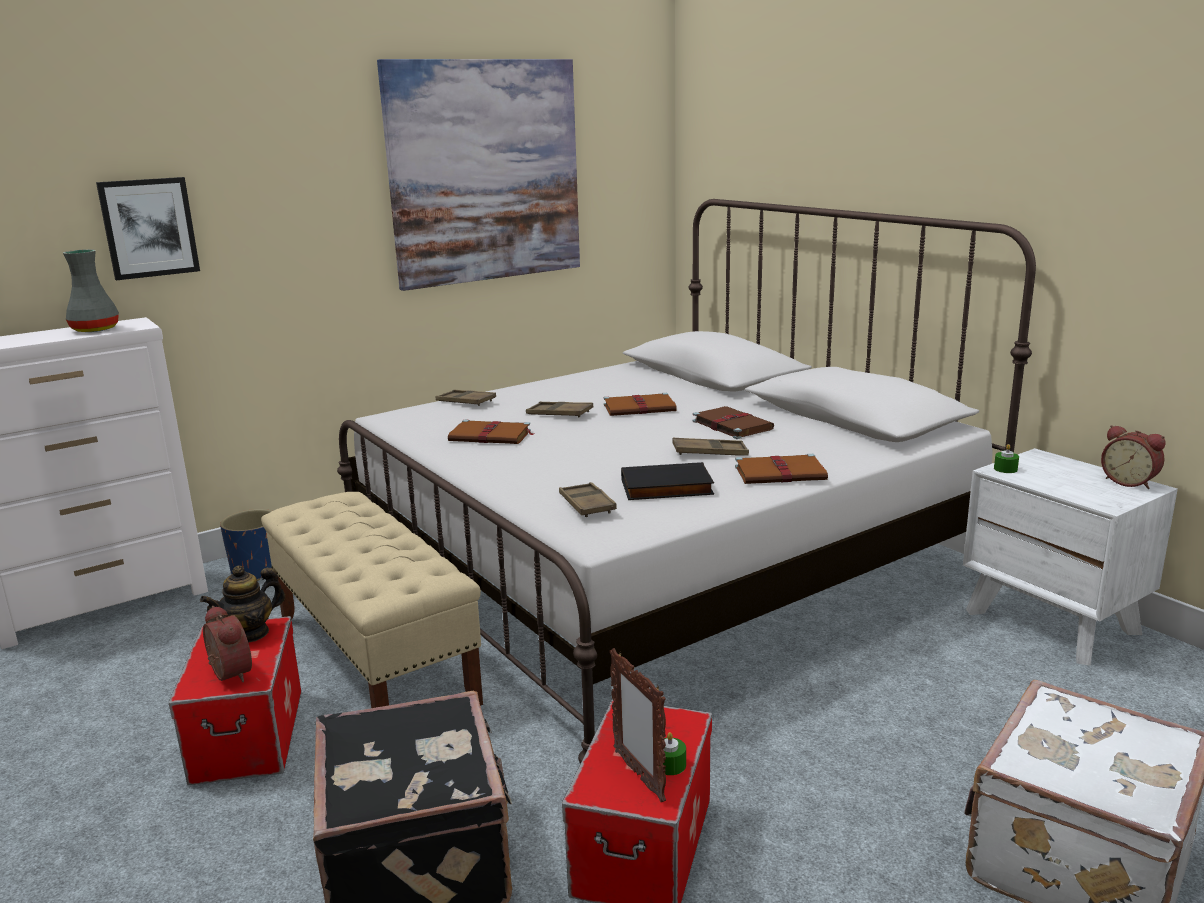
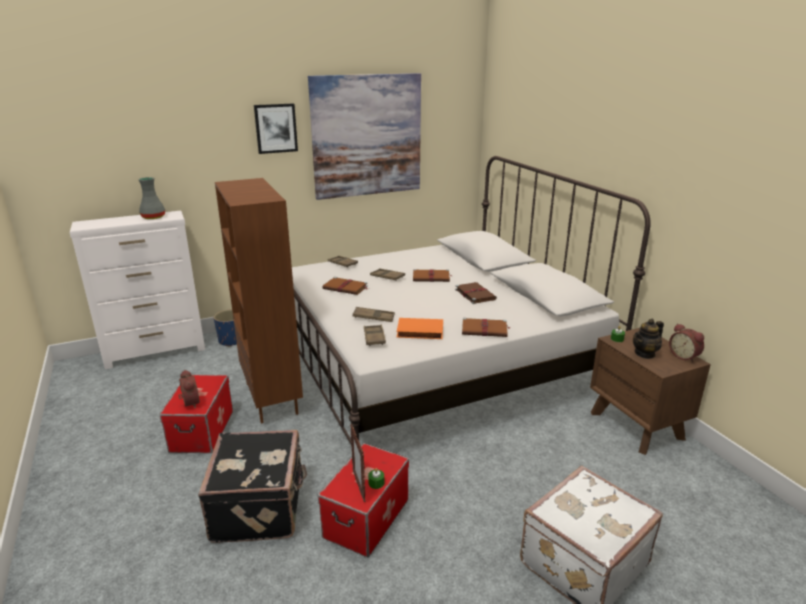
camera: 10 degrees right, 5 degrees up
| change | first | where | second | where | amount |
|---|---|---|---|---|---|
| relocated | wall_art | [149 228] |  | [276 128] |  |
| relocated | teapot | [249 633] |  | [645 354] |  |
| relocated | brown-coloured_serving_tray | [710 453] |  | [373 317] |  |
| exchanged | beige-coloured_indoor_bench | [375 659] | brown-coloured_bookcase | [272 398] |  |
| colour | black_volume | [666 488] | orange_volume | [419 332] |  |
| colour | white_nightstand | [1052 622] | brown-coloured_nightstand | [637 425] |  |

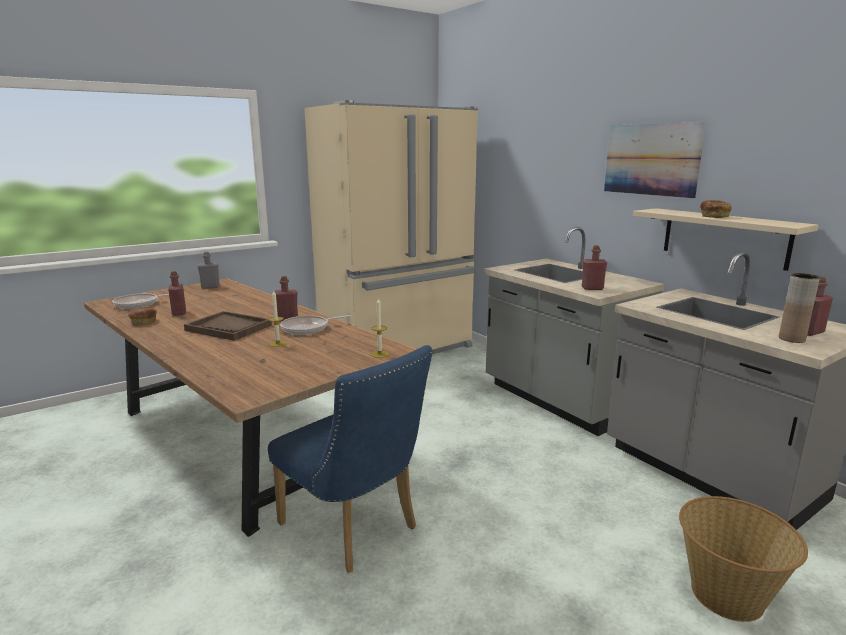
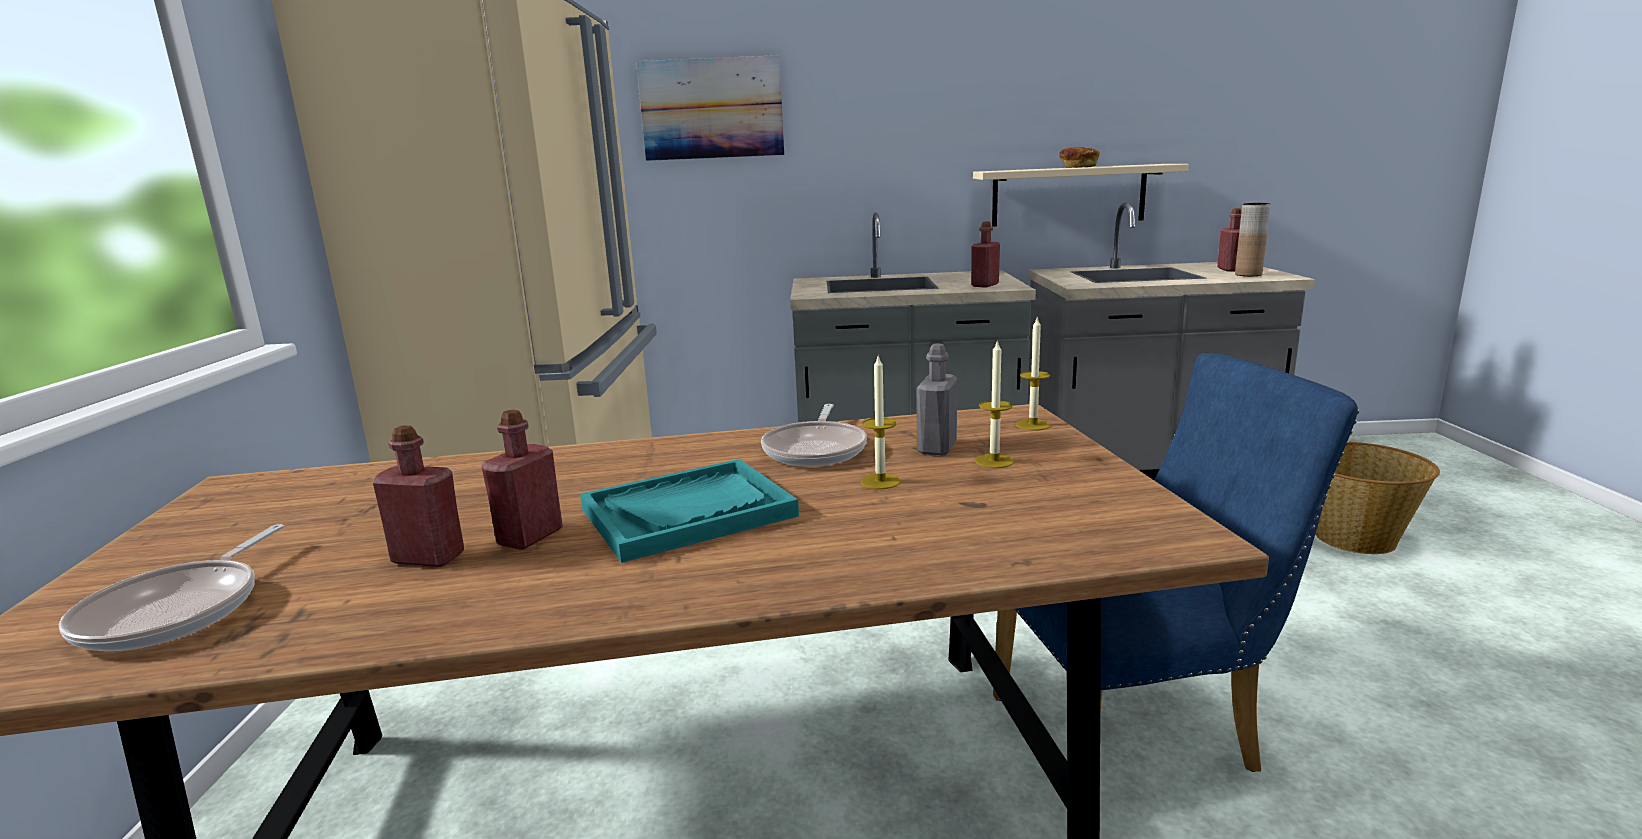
camera: 55 degrees left, 0 degrees up
| change | first | where | second | where | amount |
|---|---|---|---|---|---|
| missing | baked_bread | [143 321] |  |  |  |
| appeared |  |  | wax_light | [994 461] |  |
| relocated | greyish_drink_bottle | [210 287] |  | [937 447] |  |
| relocated | reddish_drink_bottle | [287 319] |  | [530 537] |  |
| relocated | wall_art | [651 159] |  | [711 109] |  |
| colour | brown-coloured_serving_tray | [229 328] | turquoise_serving_tray | [688 512] |  |

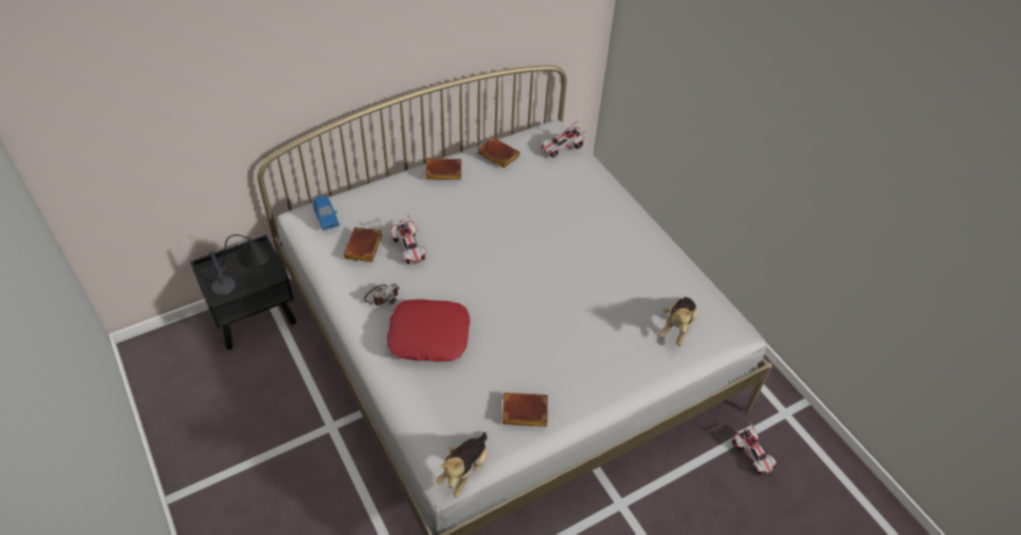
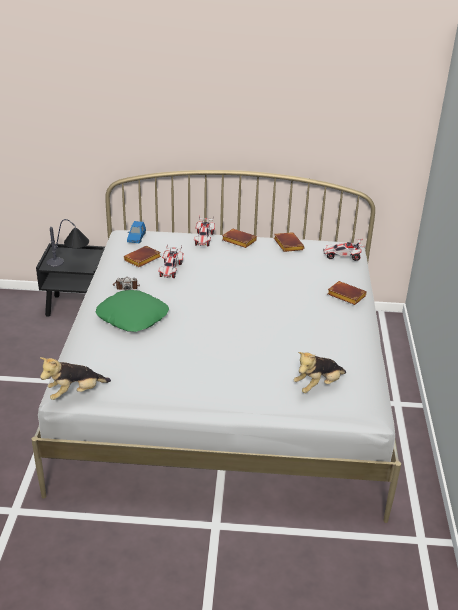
camera: 35 degrees right, 15 degrees down
| change | first | where | second | where | amount |
|---|---|---|---|---|---|
| relocated | brown-coloured_volume | [523 413] |  | [345 296] |  |
| relocated | model_car | [752 455] |  | [204 239] |  |
| colour | reddish_pillow | [429 335] | greenish_pillow | [133 317] |  |

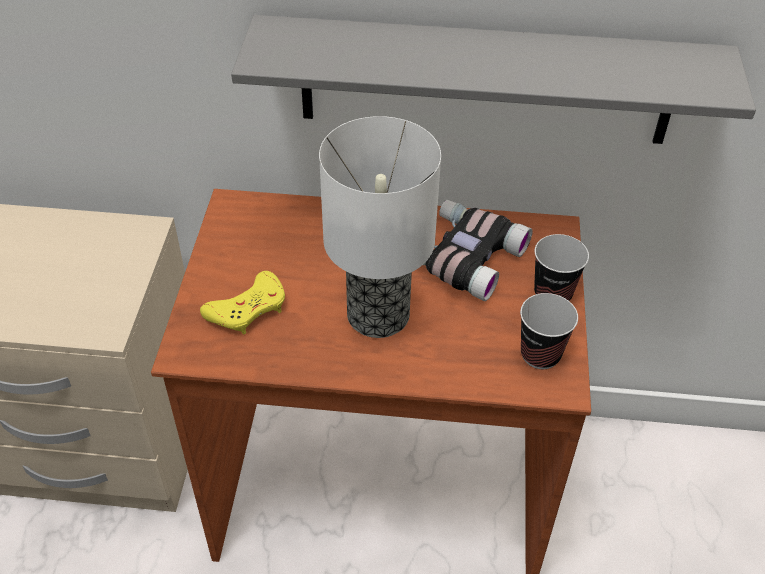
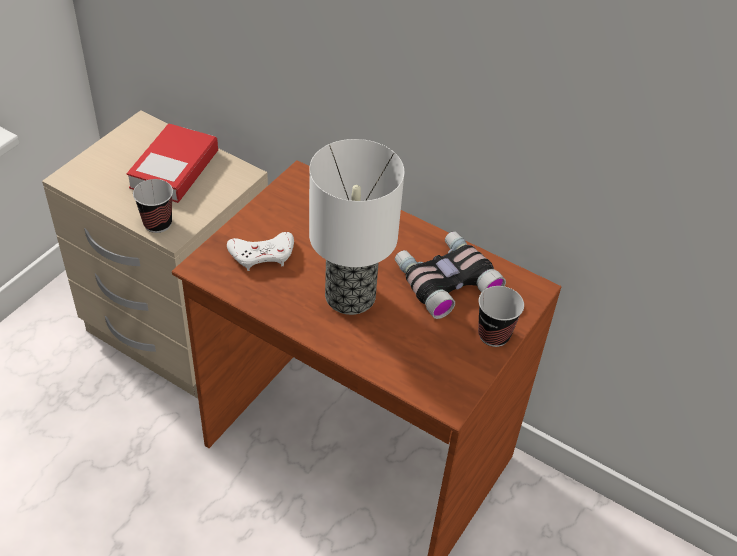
camera: 25 degrees right, 0 degrees up
| change | first | where | second | where | amount |
|---|---|---|---|---|---|
| missing | greyish_bracket_shelf | [486 81] |  |  |  |
| appeared |  |  | volume | [174 169] |  |
| relocated | drinking_cup | [540 354] |  | [157 223] |  |
| colour | yellowish_game_controller | [248 309] | white_game_controller | [262 255] |  |

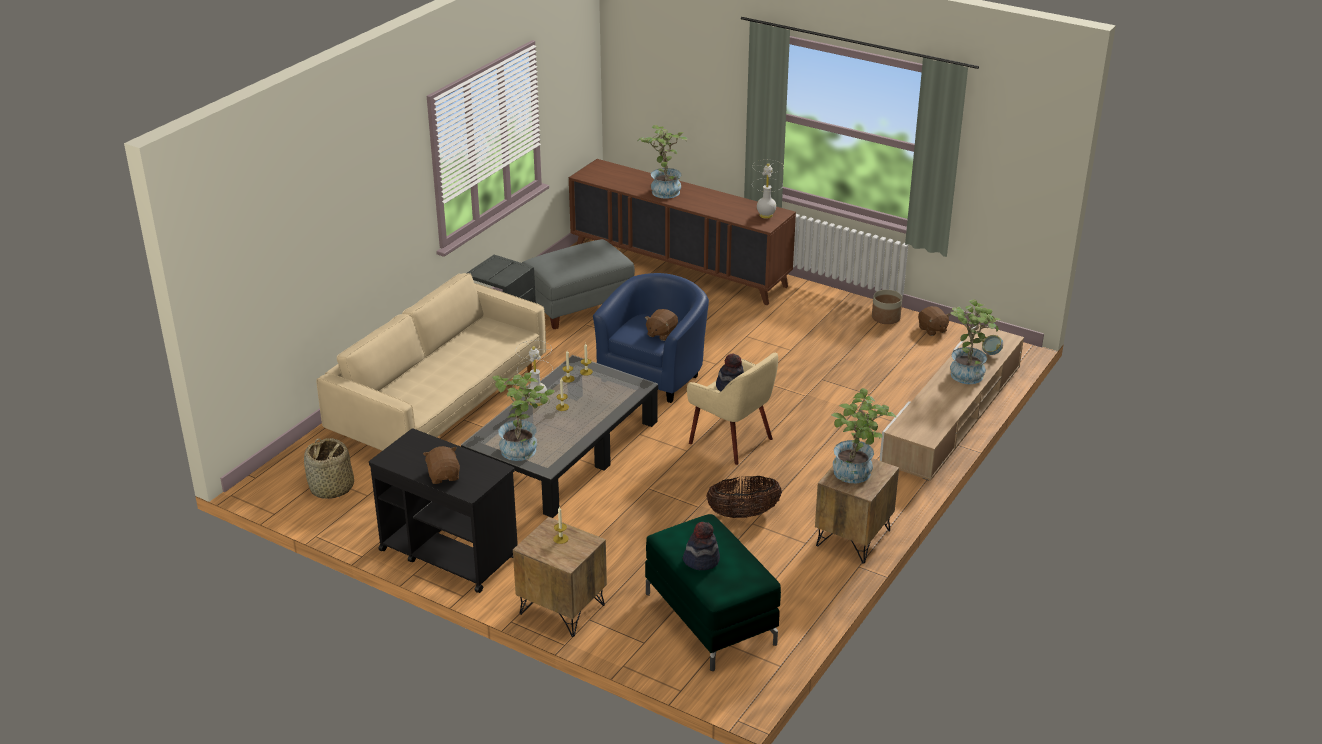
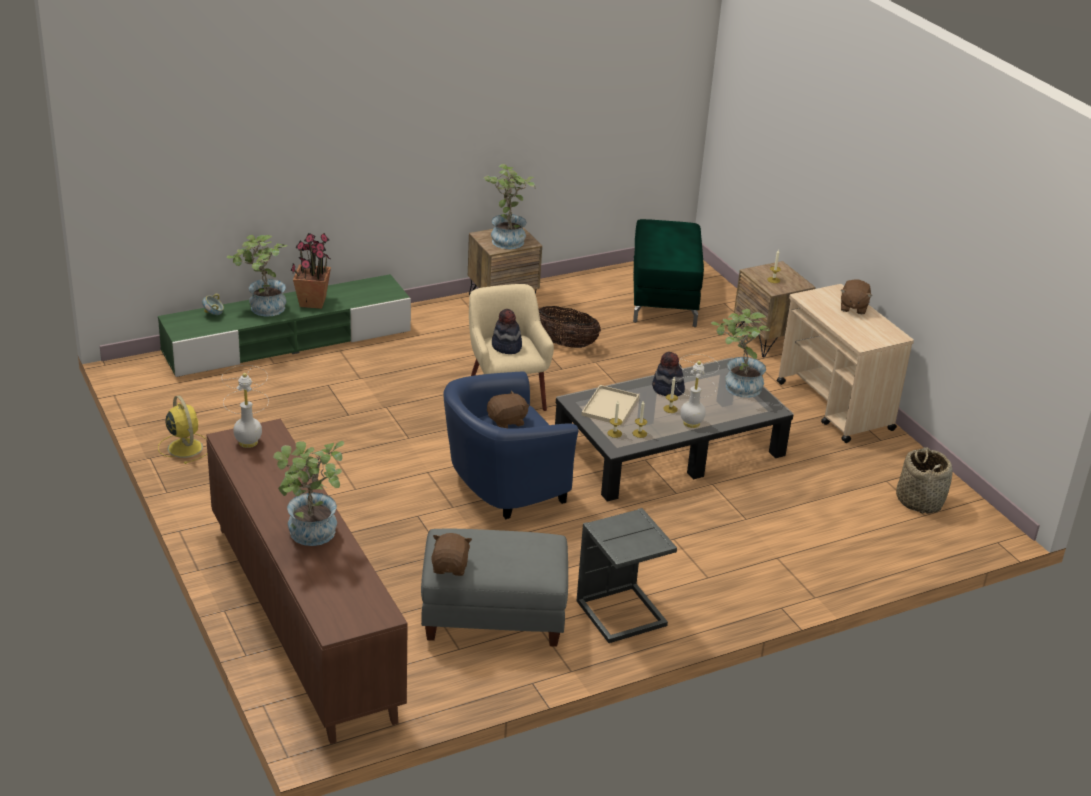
camera: 150 degrees left, 0 degrees up
| change | first | where | second | where | amount |
|---|---|---|---|---|---|
| missing | beige-coloured_couch | [441 404] |  |  |  |
| appeared |  |  | potted_plant | [312 302] |  |
| appeared |  |  | beige-coloured_serving_tray | [610 405] |  |
| relocated | hat | [701 560] |  | [667 389] |  |
| relocated | brown-coloured_cuddly_toy | [932 329] |  | [450 567] |  |
| exchanged | flower_pot | [886 318] | yellowish_cooling_fan | [184 447] |  |
| colour | black_wheeled_cart | [448 553] | beige-coloured_wheeled_cart | [835 407] |  |
| colour | beige-coloured_tv_stand | [952 415] | greenish_tv_stand | [288 342] |  |

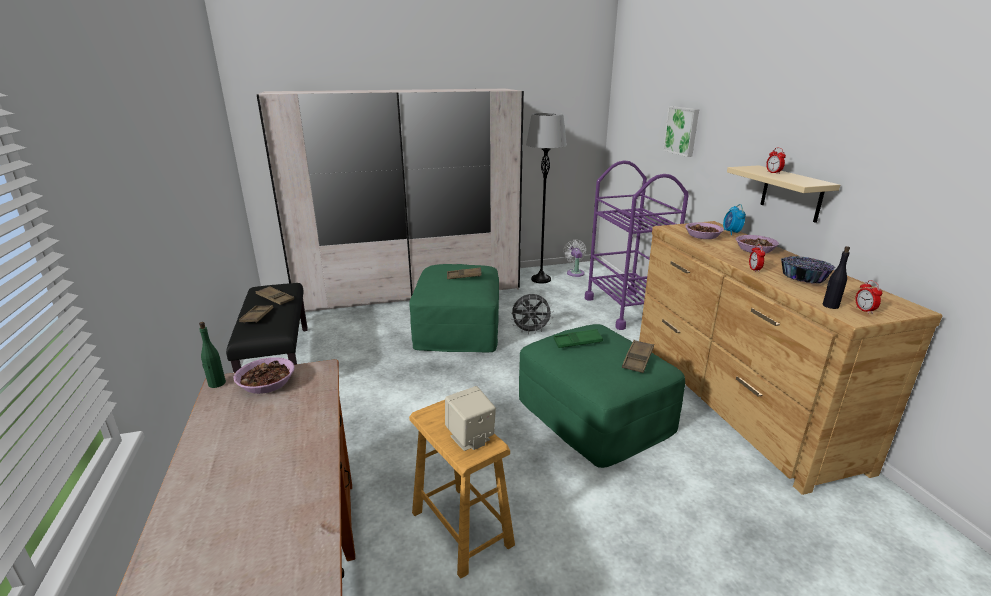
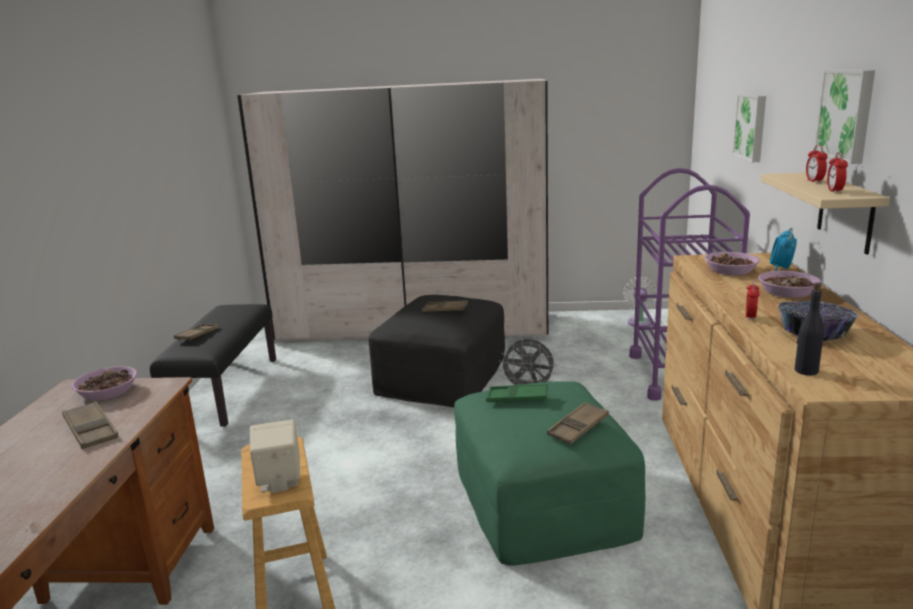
camera: 20 degrees right, 5 degrees down
| change | first | where | second | where | amount |
|---|---|---|---|---|---|
| missing | greenish_drink_bottle | [216 384] |  |  |  |
| missing | greyish_floor_lamp | [541 279] |  |  |  |
| appeared |  |  | wall_art | [847 114] |  |
| relocated | brown-coloured_serving_tray | [275 298] |  | [91 430] |  |
| relocated | bedside_clock | [864 310] |  | [834 191] |  |
| colour | greenish_pouffe | [458 327] | black_pouffe | [441 375] |  |

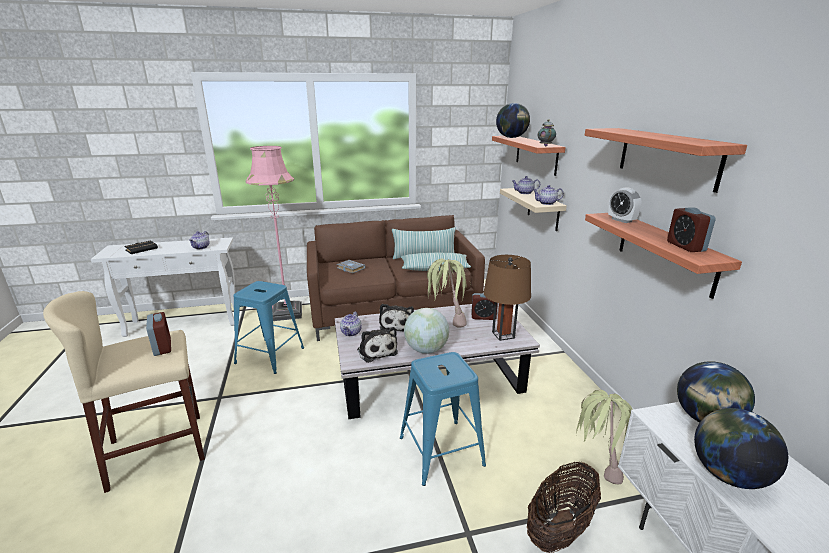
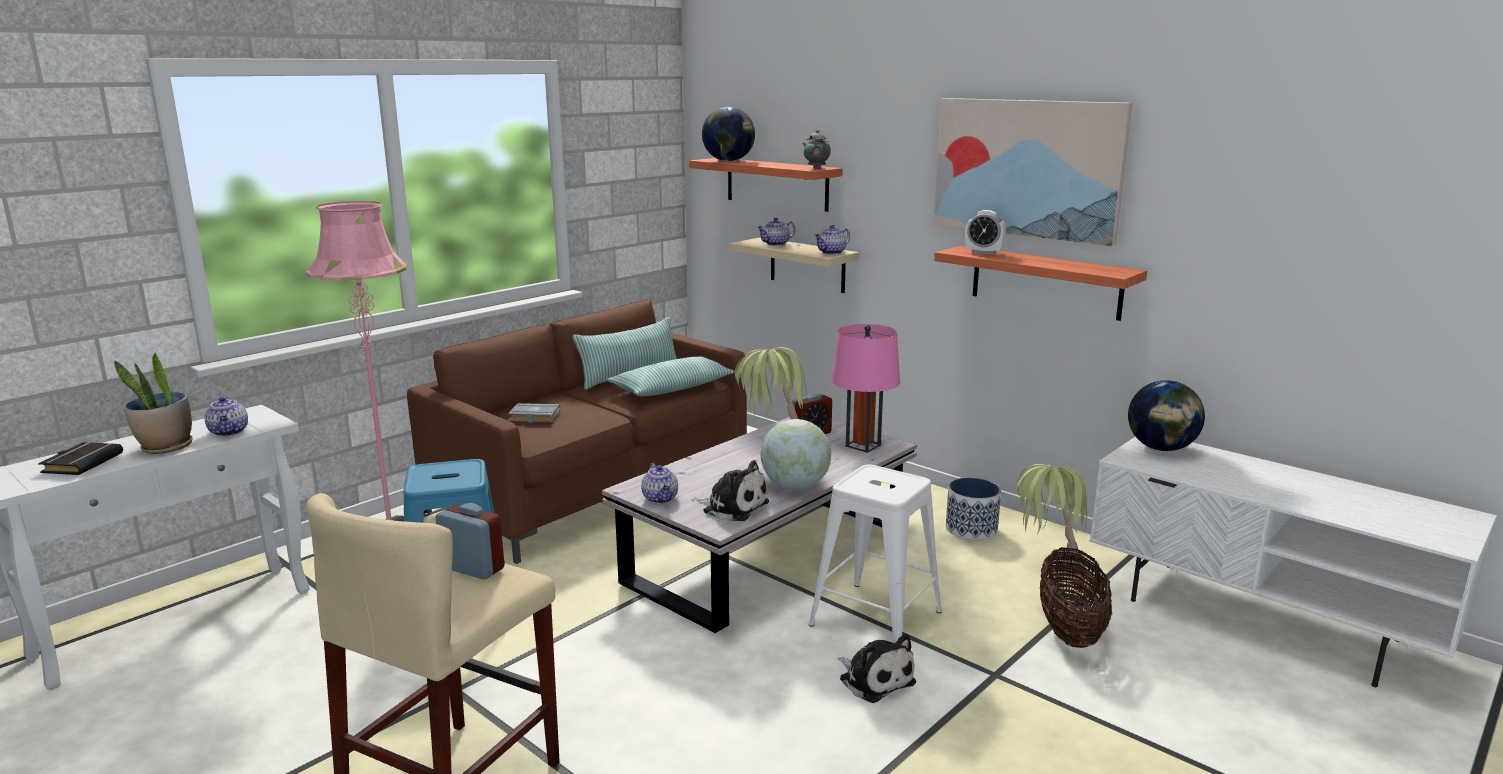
camera: 35 degrees left, 5 degrees down
| change | first | where | second | where | amount |
|---|---|---|---|---|---|
| missing | bedside_clock | [685 246] |  |  |  |
| missing | globe | [727 474] |  |  |  |
| appeared |  |  | potted_plant | [166 447] |  |
| appeared |  |  | flower_pot | [971 530] |  |
| relocated | cuddly_toy | [397 325] |  | [874 679] |  |
| exchanged | bracket_shelf | [667 157] | wall_art | [1027 168] |  |
| colour | bluish_stool_seat | [440 451] | white_stool_seat | [875 619] |  |
| colour | brown-coloured_table_lamp | [503 335] | pink_table_lamp | [863 445] |  |

